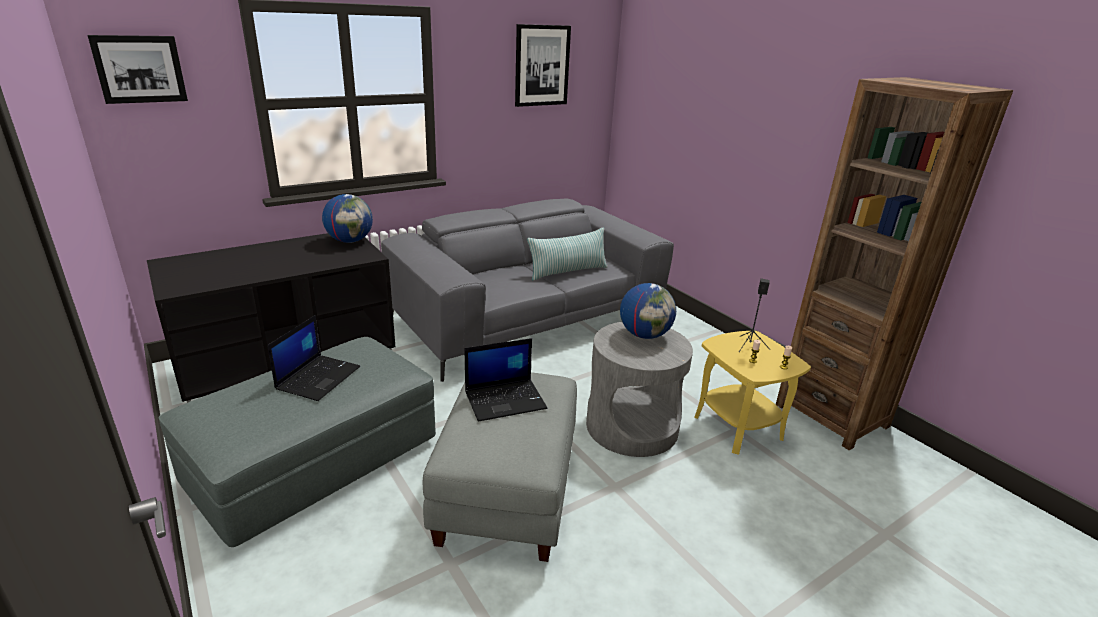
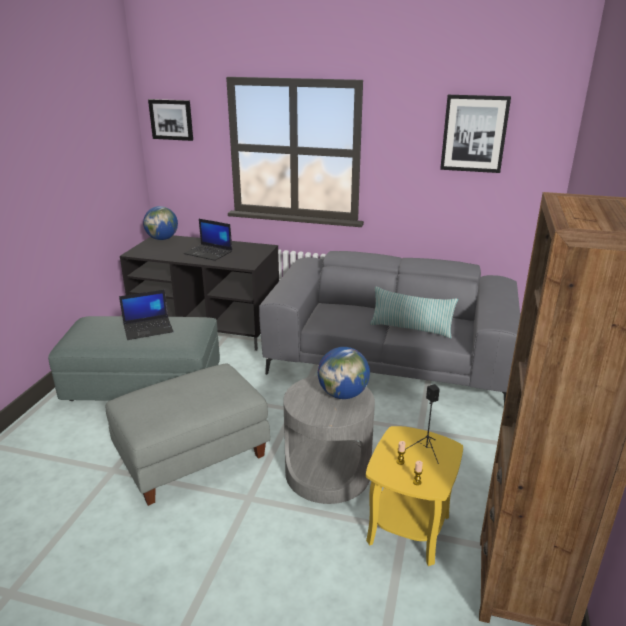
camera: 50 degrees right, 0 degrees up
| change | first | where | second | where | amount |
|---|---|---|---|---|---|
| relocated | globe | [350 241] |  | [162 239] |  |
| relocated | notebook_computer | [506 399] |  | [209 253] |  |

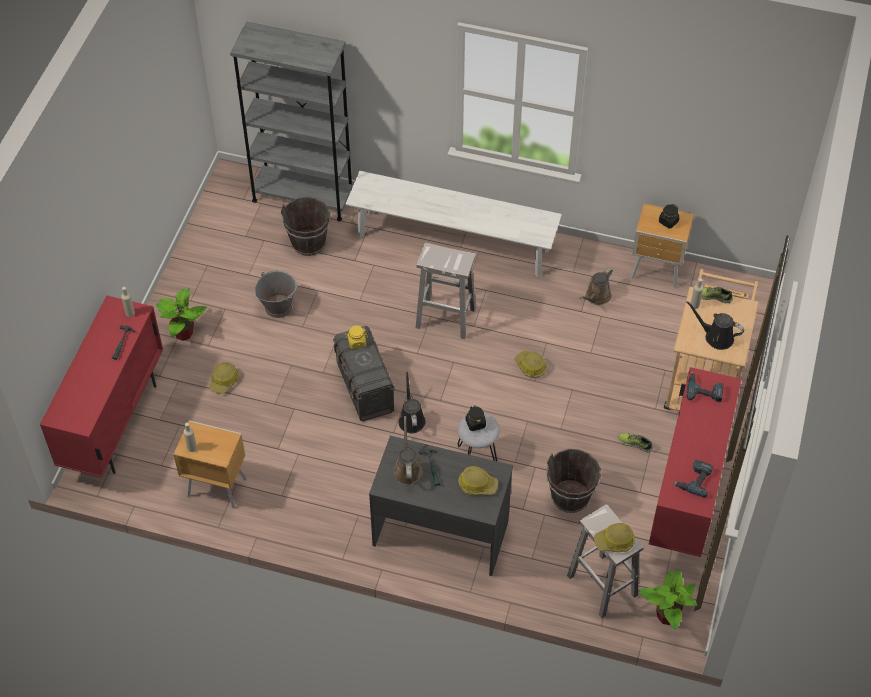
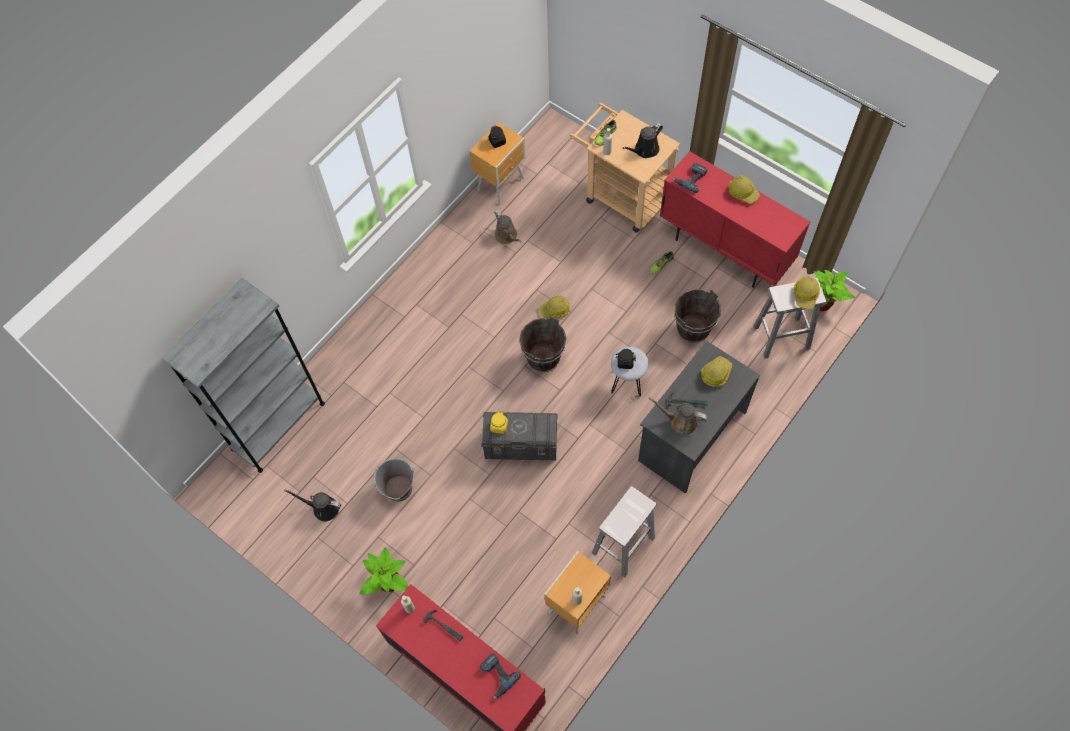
camera: 65 degrees left, 10 degrees up
| change | first | where | second | where | amount |
|---|---|---|---|---|---|
| missing | white_indoor_bench | [452 243] |  |  |  |
| relocated | hard_hat | [224 381] |  | [743 192] |  |
| relocated | brown-coloured_water_bucket | [308 243] |  | [543 358] |  |
| relocated | black_watering_pot | [411 419] |  | [323 508] |  |
| relocated | white_stool_seat | [444 318] |  | [622 546] |  |
| relocated | power_drill | [694 480] |  | [496 676] |  |

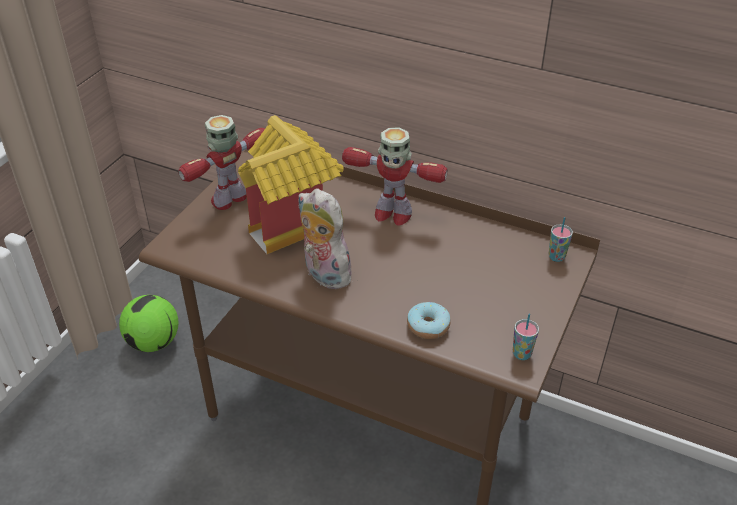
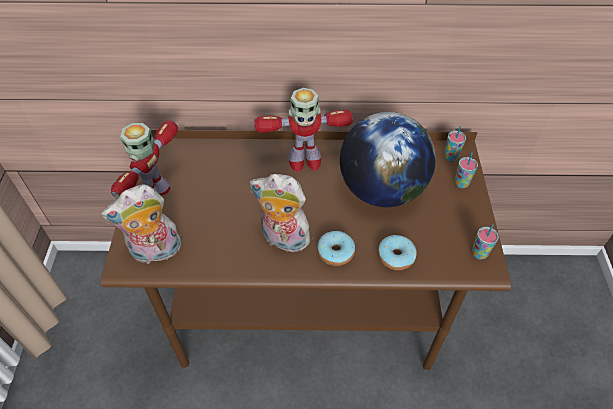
camera: 25 degrees left, 10 degrees up
| change | first | where | second | where | amount |
|---|---|---|---|---|---|
| missing | football_ball | [154 342] |  |  |  |
| missing | toy_house | [293 224] |  |  |  |
| appeared |  |  | cuddly_toy | [155 252] |  |
| appeared |  |  | donut | [335 252] |  |
| appeared |  |  | globe | [381 190] |  |
| appeared |  |  | drinking_cup | [461 183] |  |

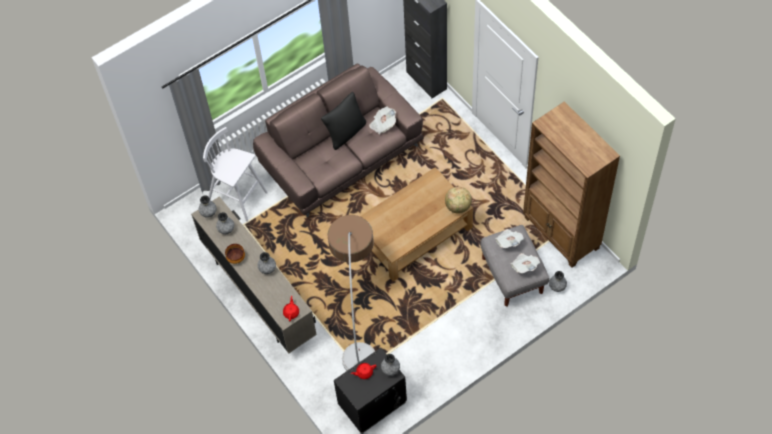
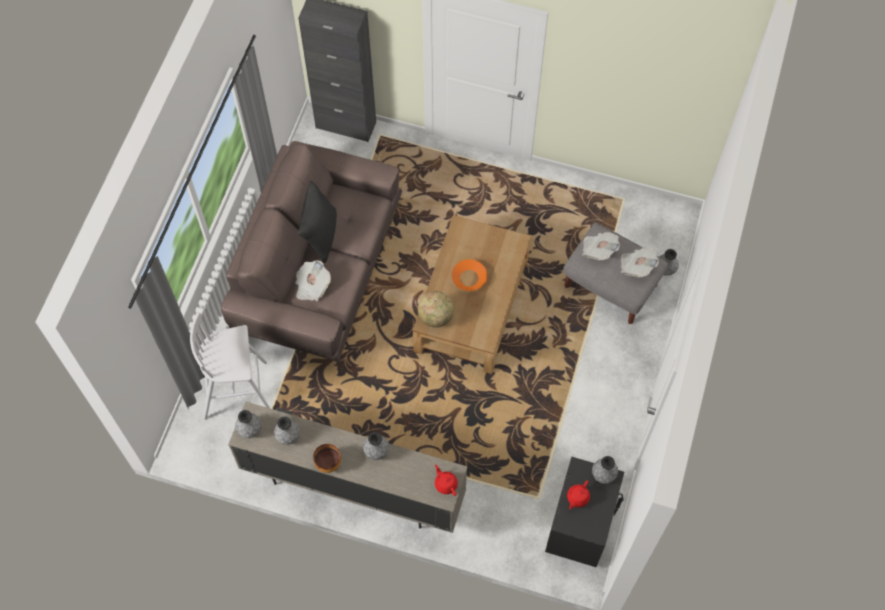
camera: 40 degrees left, 5 degrees up
| change | first | where | second | where | amount |
|---|---|---|---|---|---|
| missing | floor_lamp | [357 316] |  |  |  |
| missing | brown-coloured_bookcase | [561 234] |  |  |  |
| appeared |  |  | orange_deep_dish | [469 278] |  |
| relocated | daily_paper | [383 124] |  | [312 286] |  |
| relocated | globe | [458 207] |  | [436 317] |  |

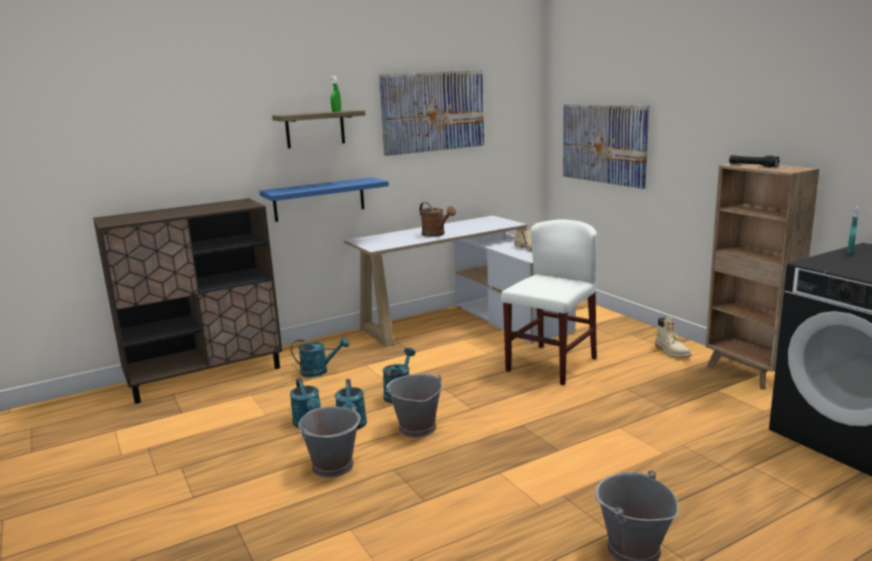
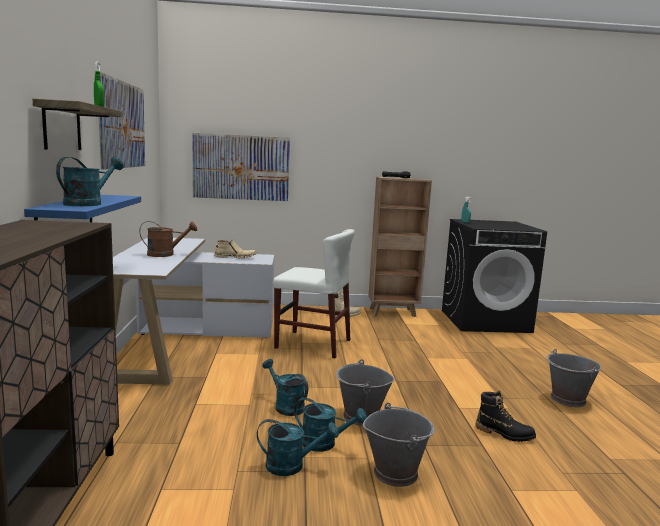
camera: 65 degrees left, 5 degrees down
| change | first | where | second | where | amount |
|---|---|---|---|---|---|
| appeared |  |  | black_tall_boot | [504 433] |  |
| relocated | turquoise_watering_pot | [319 371] |  | [88 204] |  |
| spun | white_upright_chair | [551 364] |  | [313 344] | 135 degrees clockwise |

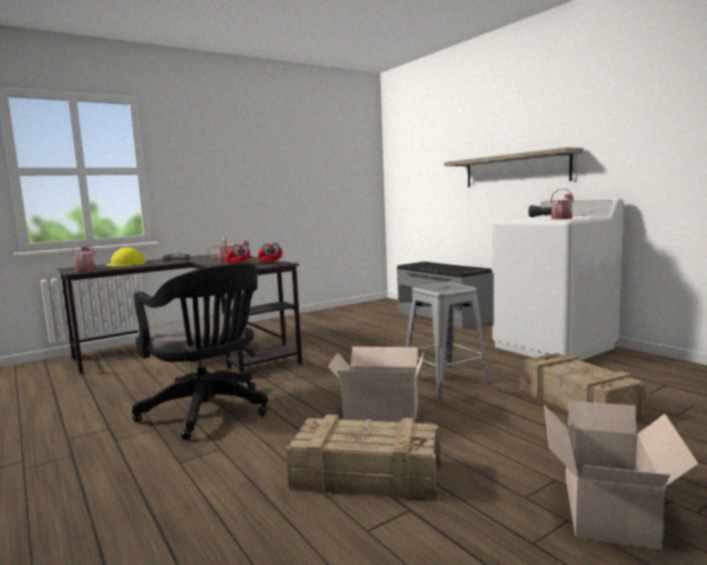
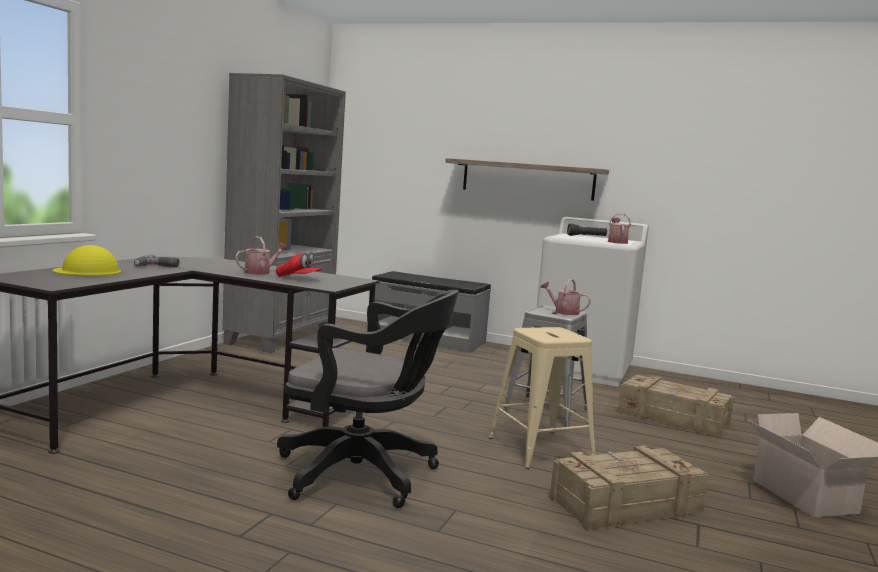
camera: 35 degrees left, 0 degrees up
| change | first | where | second | where | amount |
|---|---|---|---|---|---|
| missing | reddish_cap | [271 263] |  |  |  |
| appeared |  |  | greyish_bookcase | [281 337] |  |
| relocated | watering_pot | [85 269] |  | [563 312] |  |
| exchanged | carton | [379 412] | beige-coloured_stool_seat | [540 449] |  |

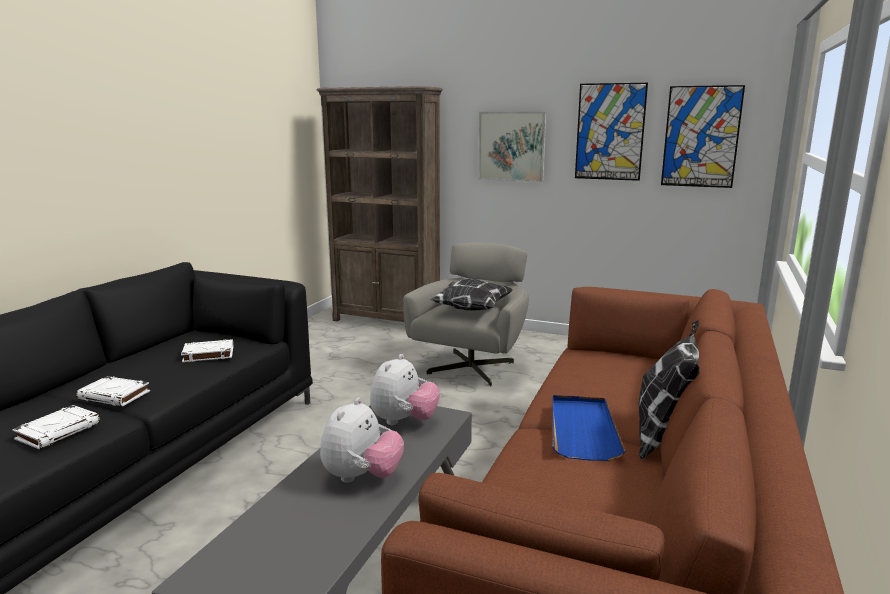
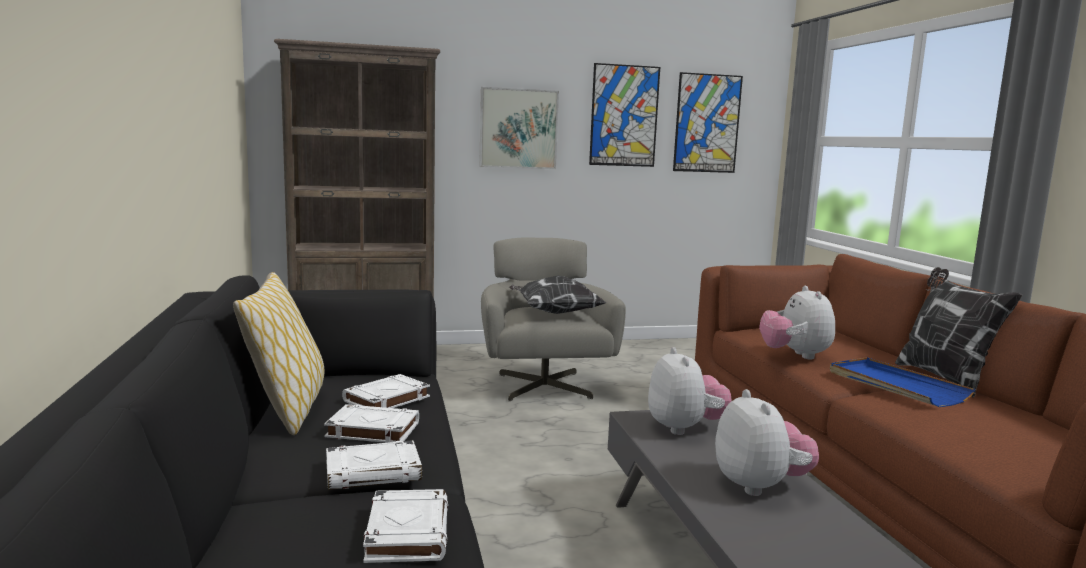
camera: 35 degrees left, 5 degrees down
| change | first | where | second | where | amount |
|---|---|---|---|---|---|
| appeared |  |  | pillow | [287 411] |  |
| appeared |  |  | white_volume | [372 430] |  |
| appeared |  |  | cuddly_toy | [795 355] |  |

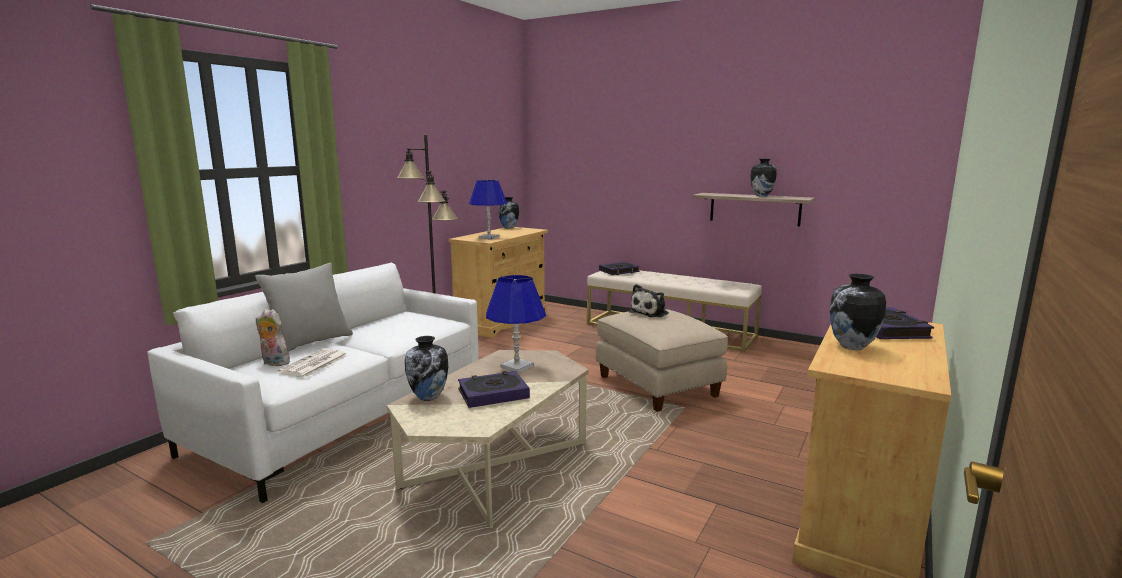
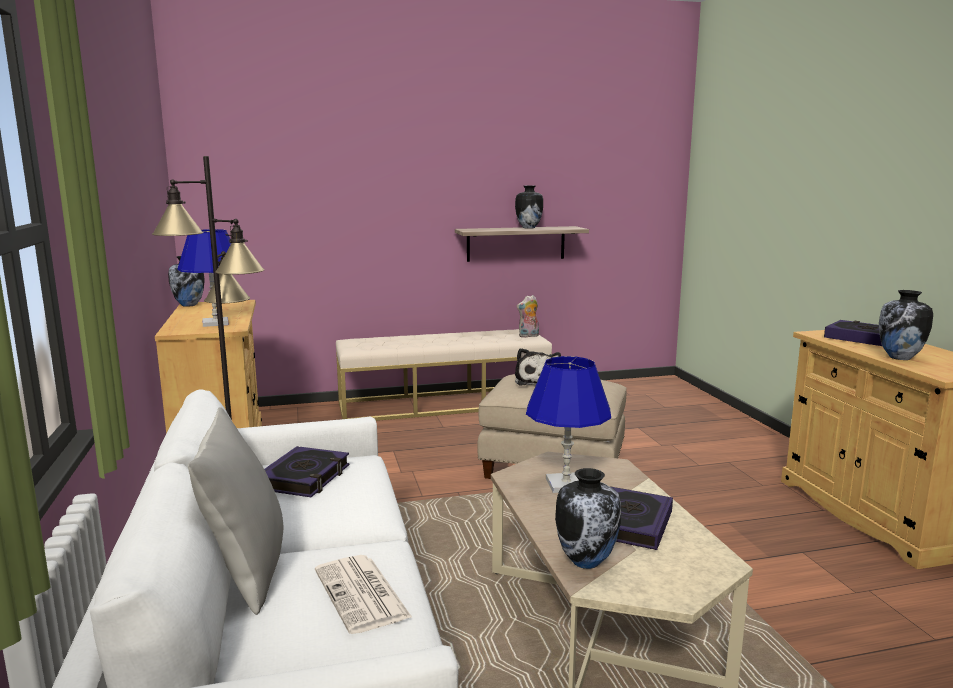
camera: 45 degrees left, 0 degrees up
| change | first | where | second | where | amount |
|---|---|---|---|---|---|
| relocated | cuddly_toy | [273 363] |  | [528 336] |  |
| relocated | volume | [619 271] |  | [304 478] |  |

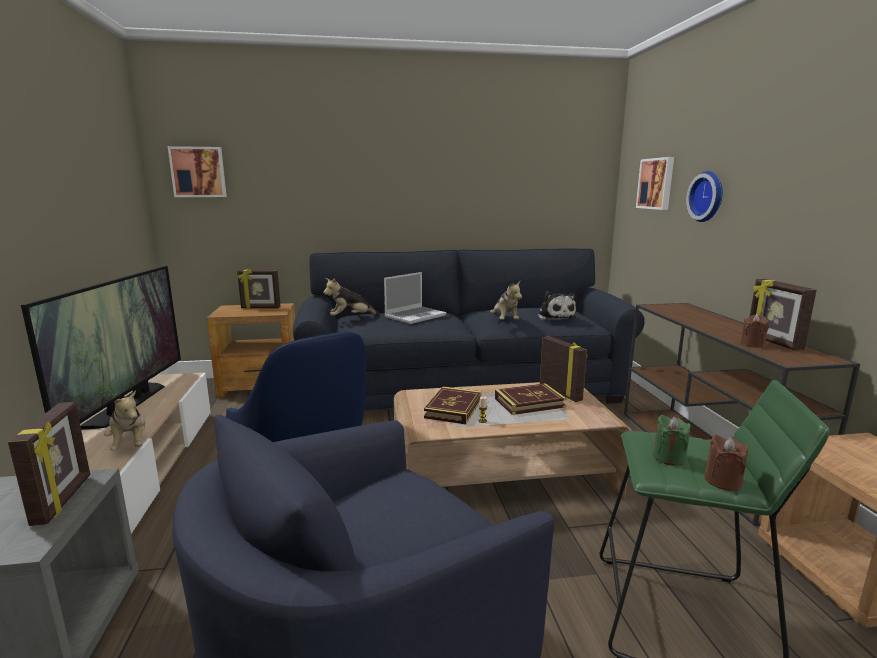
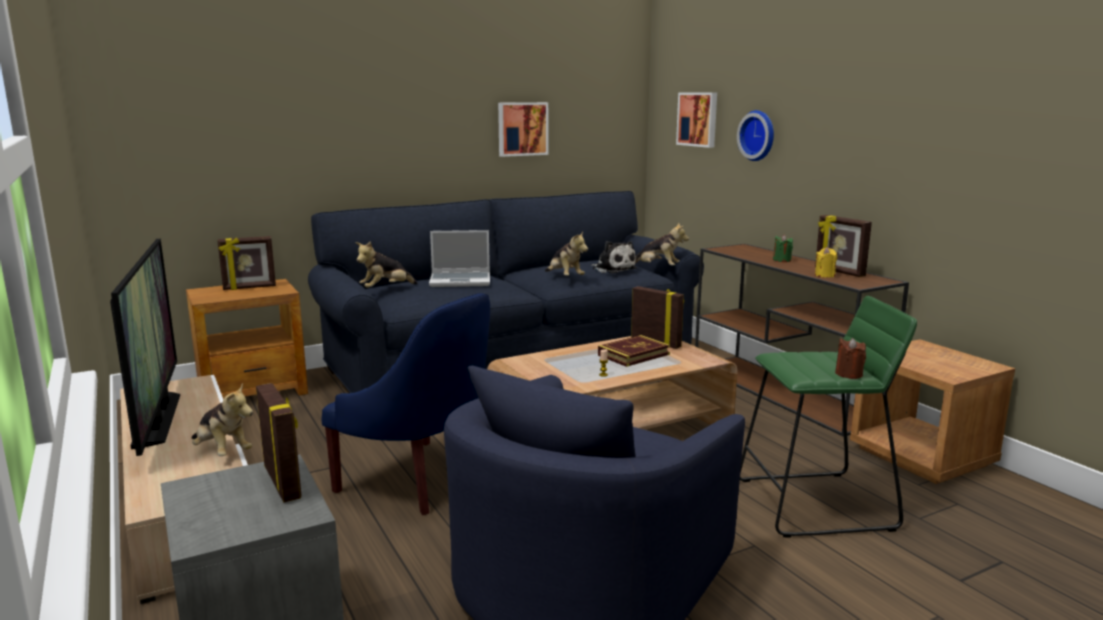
camera: 20 degrees left, 0 degrees up
| change | first | where | second | where | amount |
|---|---|---|---|---|---|
| missing | volume | [453 408] |  |  |  |
| appeared |  |  | cuddly_toy | [658 268] |  |
| relocated | wall_art | [198 172] |  | [522 129] |  |
| relocated | greenish_wax_light | [669 457] |  | [782 260] |  |
| colour | brown-coloured_wax_light | [752 344] | yellowish_wax_light | [824 275] |  |
| spun | notebook_computer | [415 316] |  | [461 281] | 60 degrees clockwise |

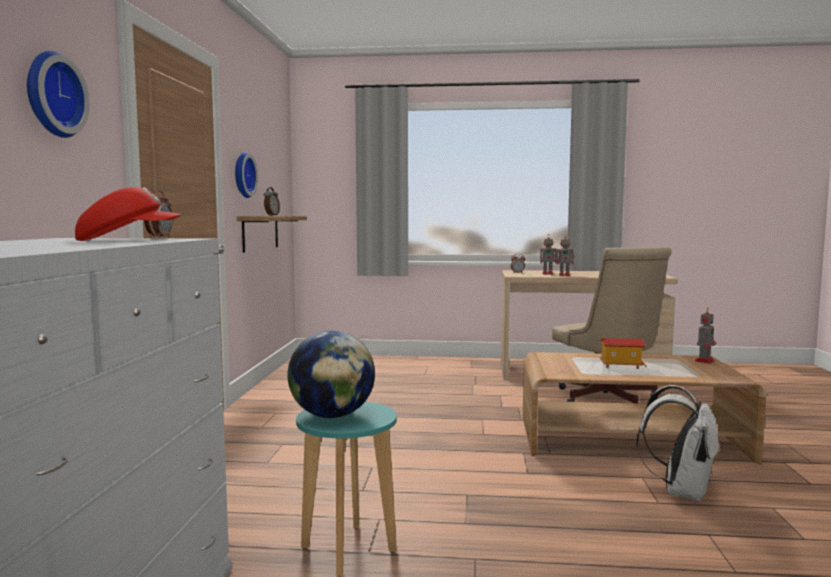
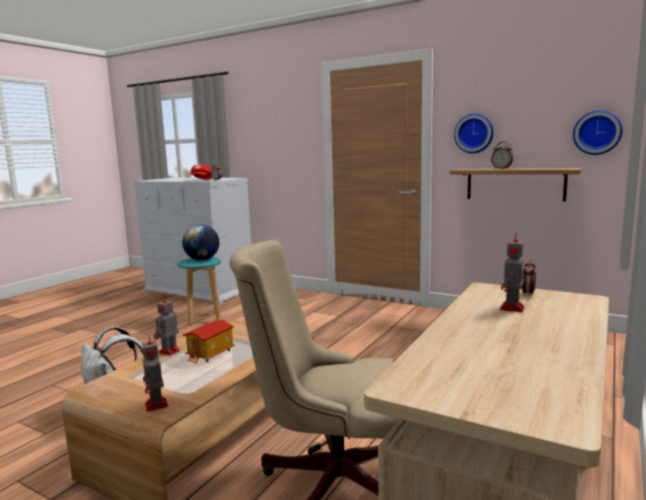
camera: 115 degrees right, 5 degrees up
| change | first | where | second | where | amount |
|---|---|---|---|---|---|
| relocated | hanging_clock | [51 95] |  | [597 132] |  |
| relocated | robot_figure | [565 275] |  | [168 352] |  |

